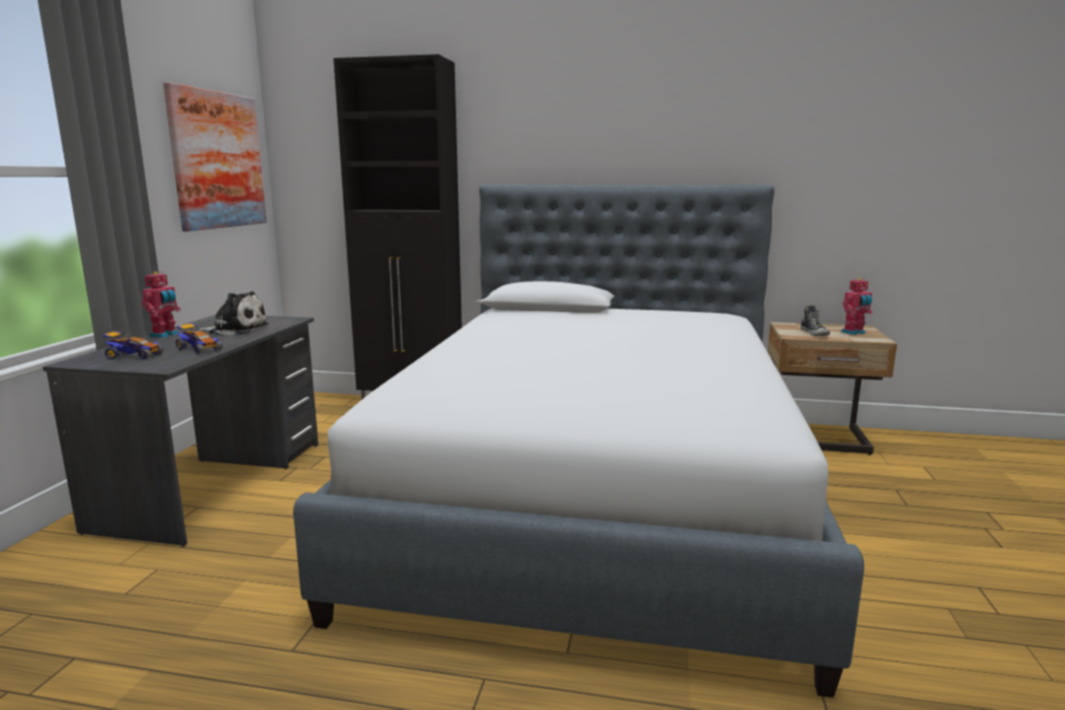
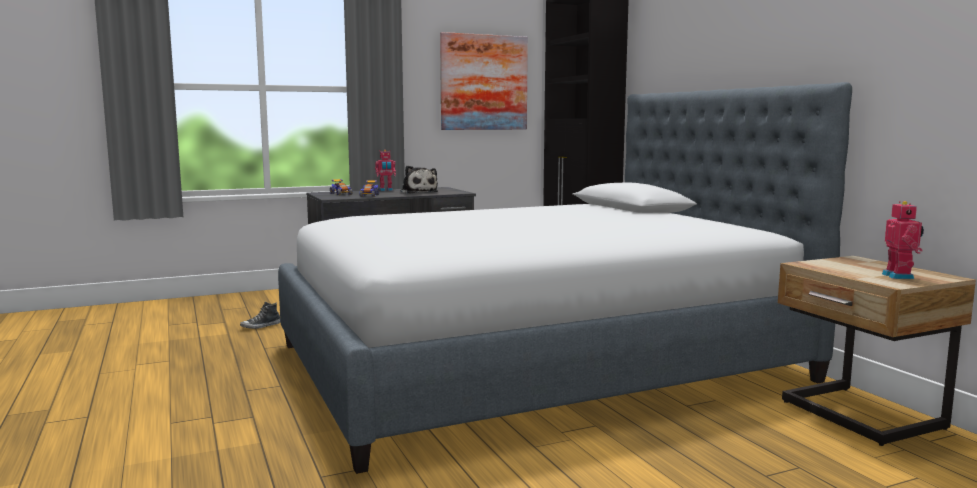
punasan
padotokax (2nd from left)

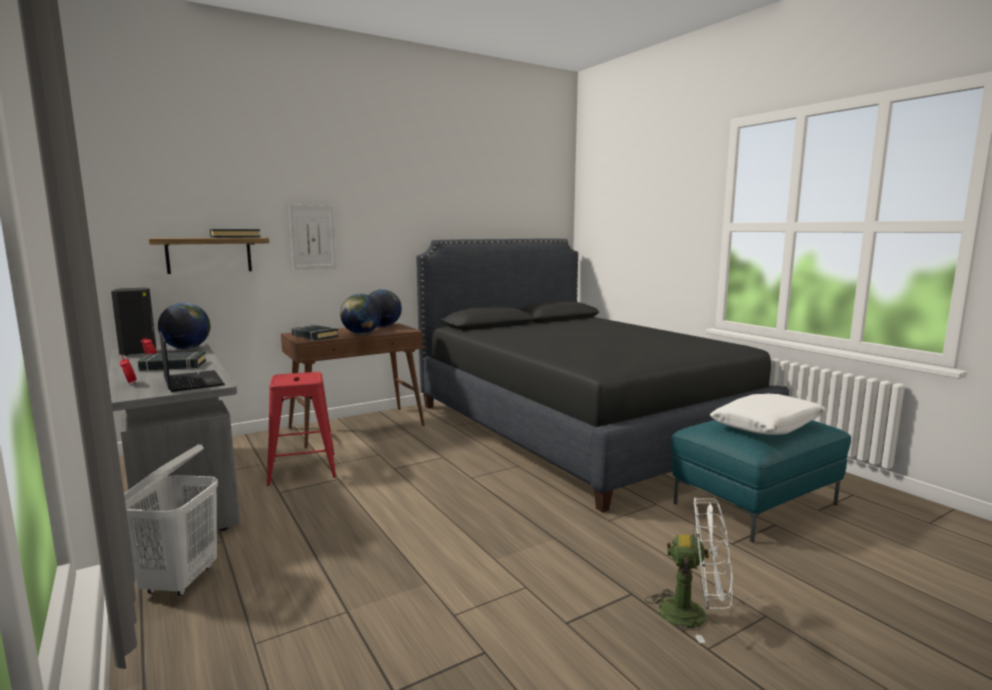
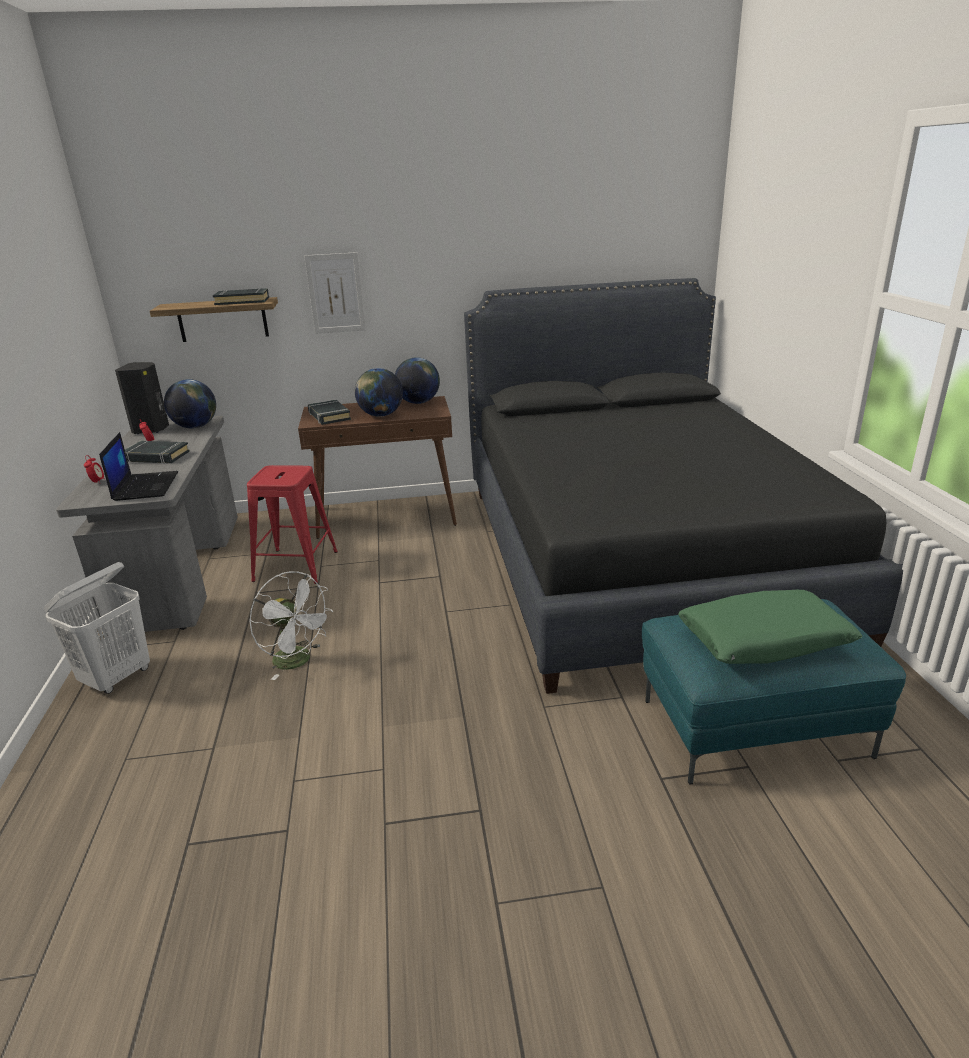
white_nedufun
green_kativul

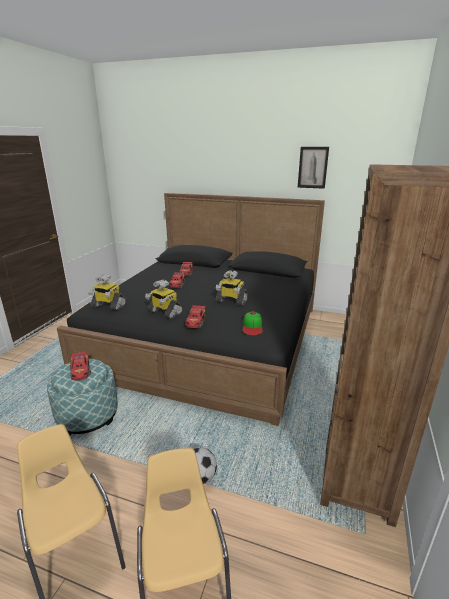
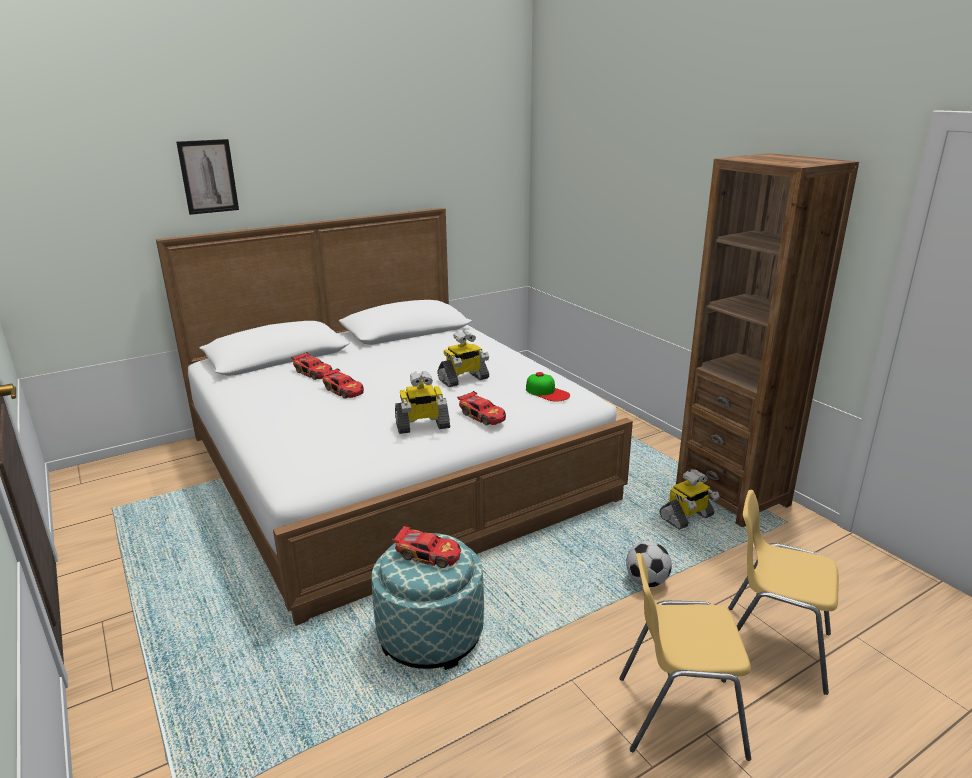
padotokax (3rd from left)
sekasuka
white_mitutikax

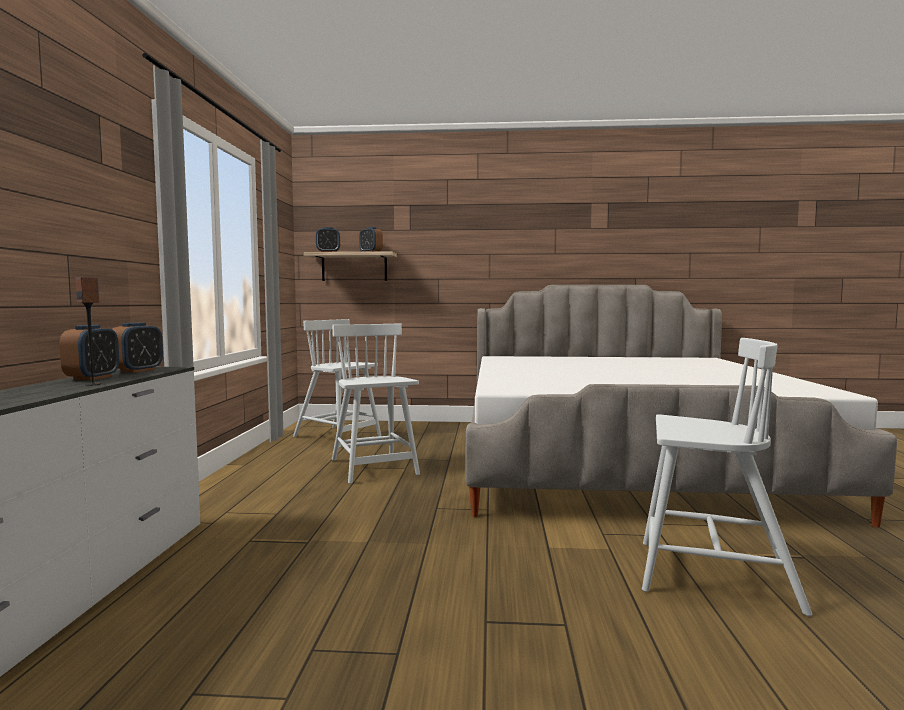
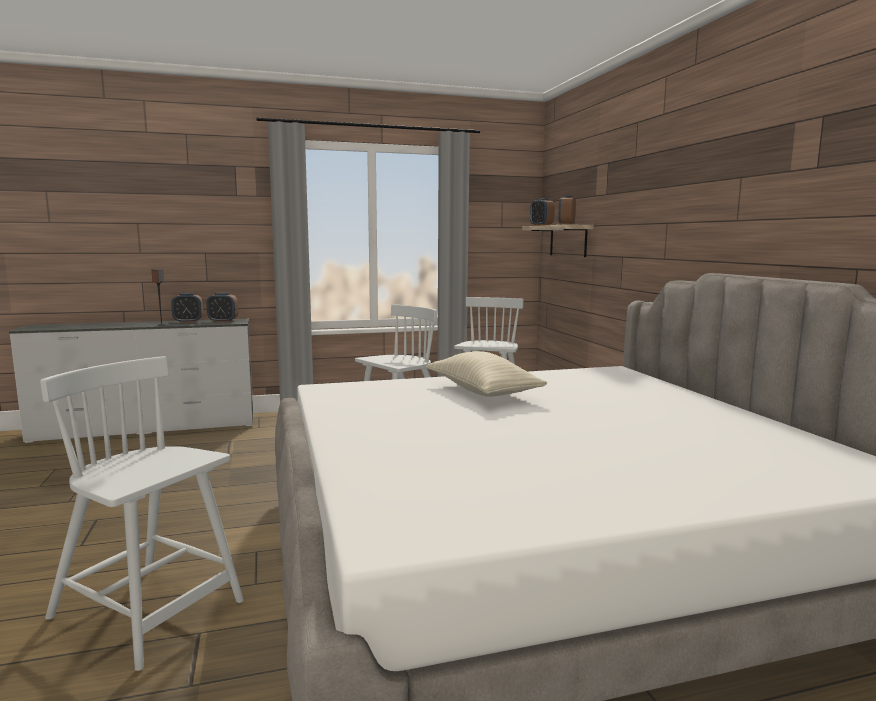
beige_kativul
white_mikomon (1st from left)

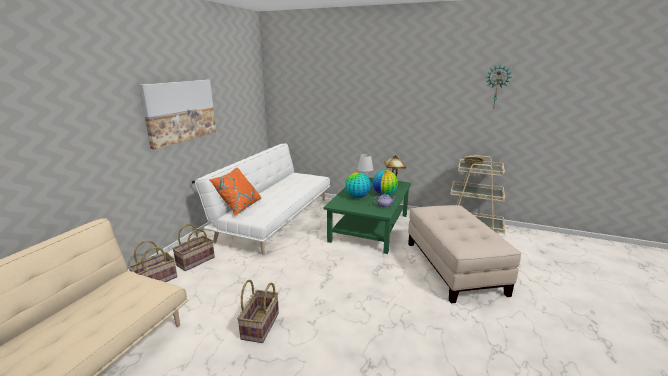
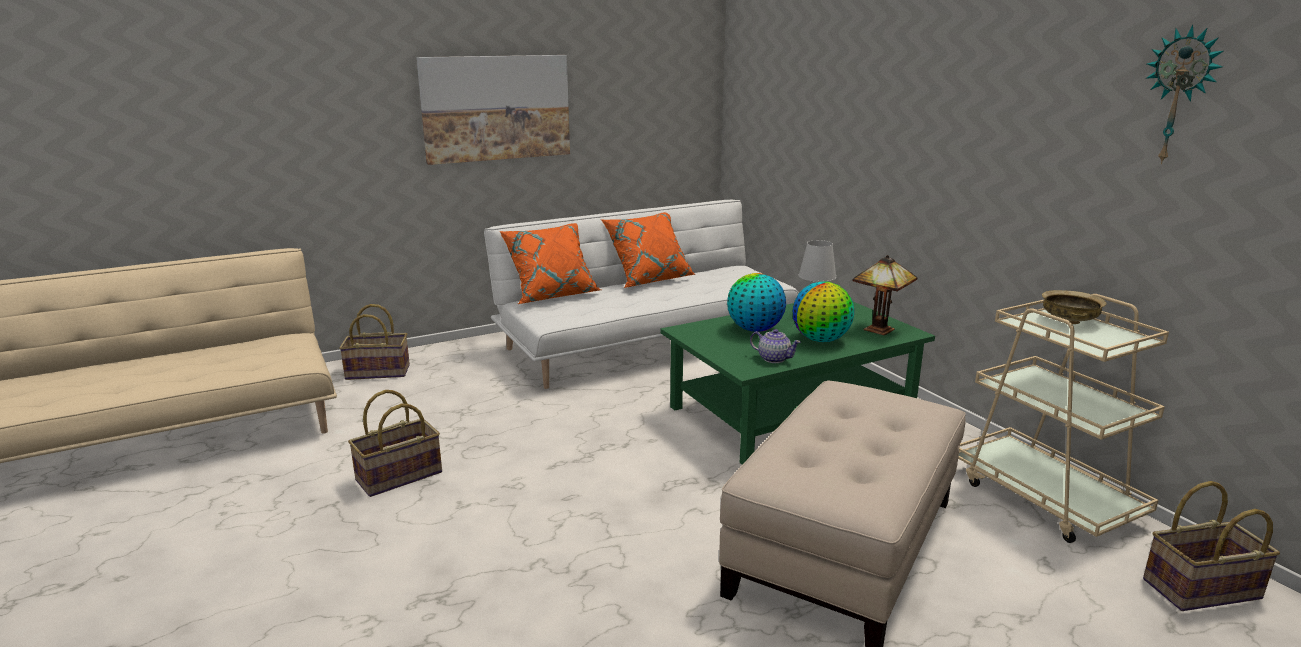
orange_kativul (2nd from left)
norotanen (3rd from left)

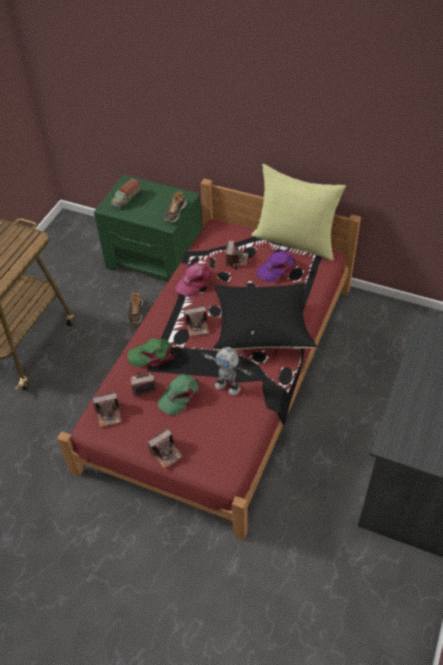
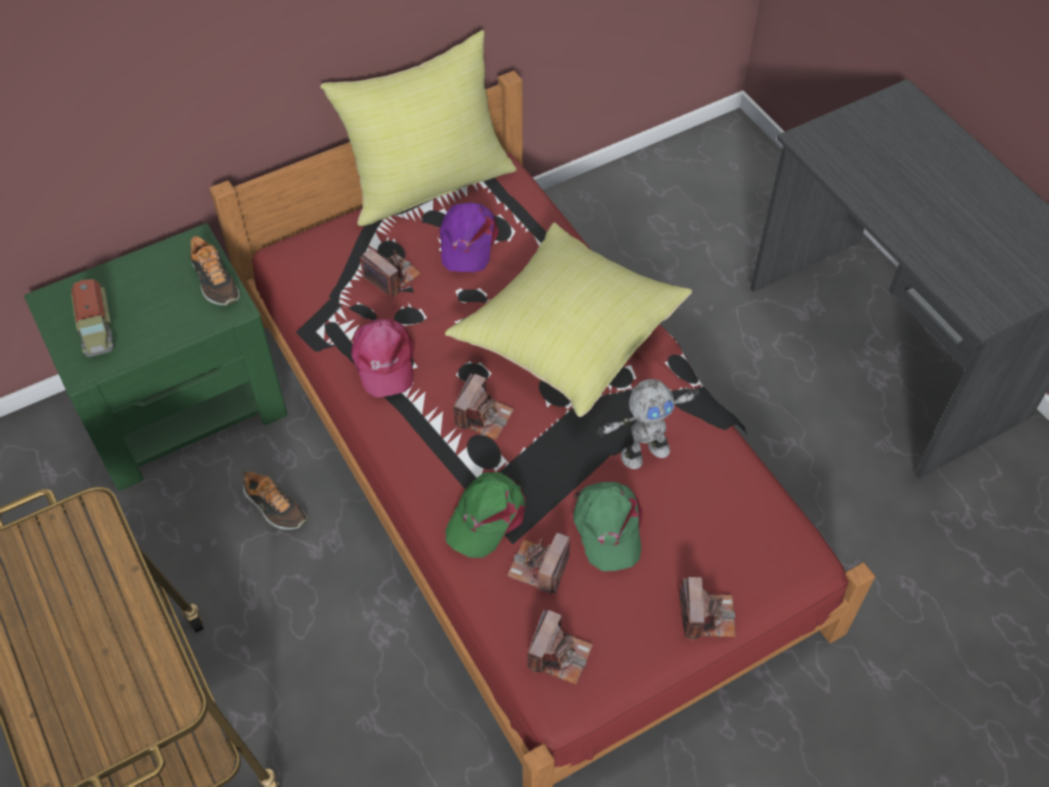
yellow_kativul (2nd from left)

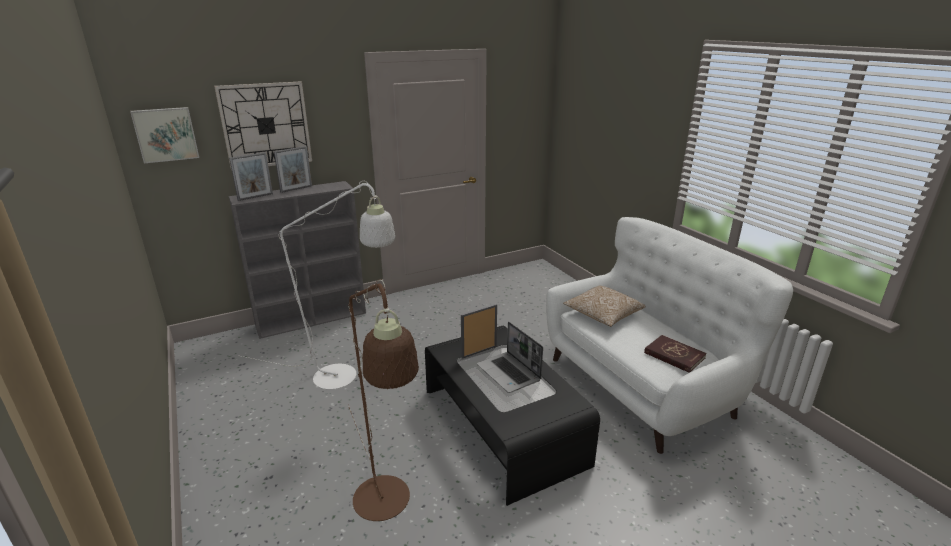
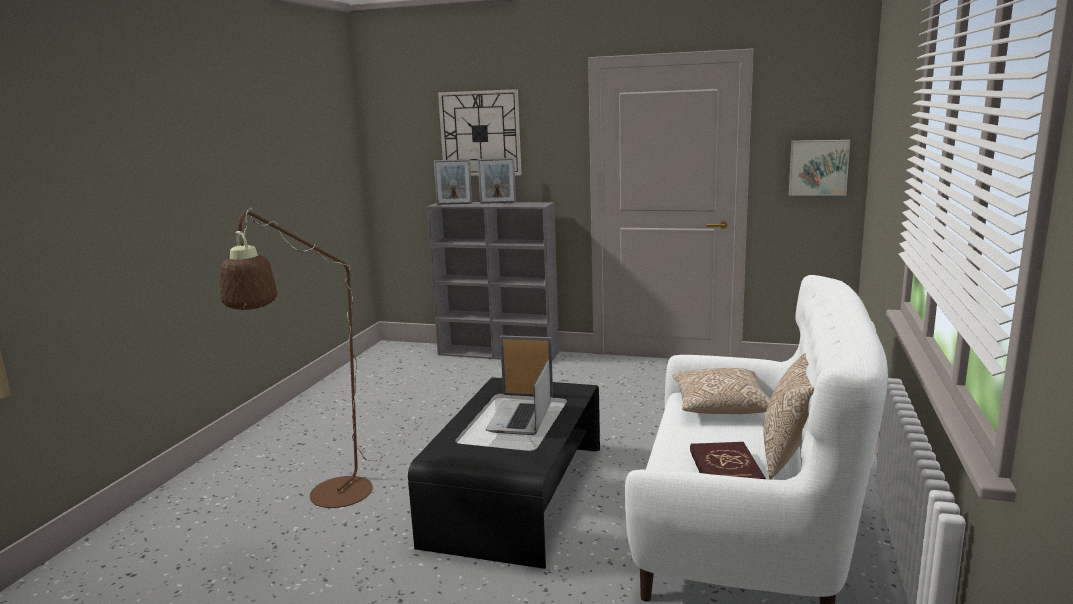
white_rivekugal
kativul (2nd from left)
sekasuka

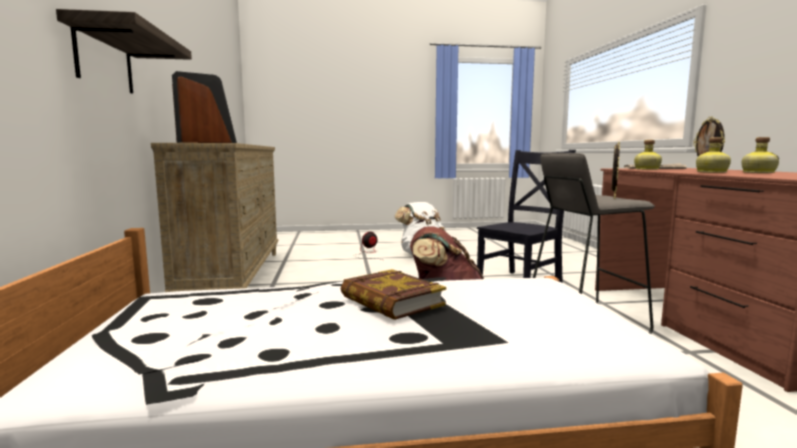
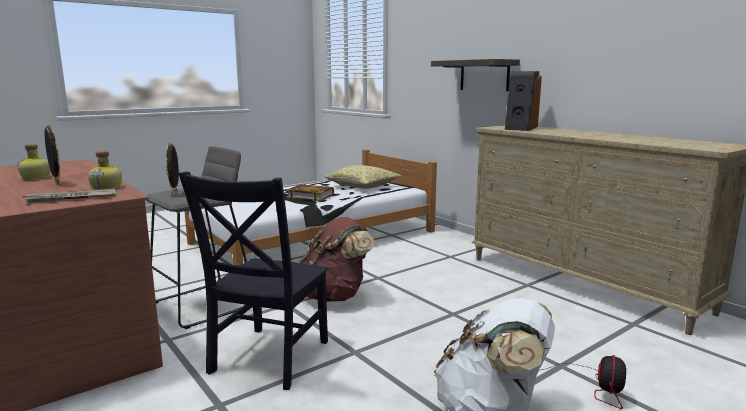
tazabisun (2nd from left in the first image)
kativul

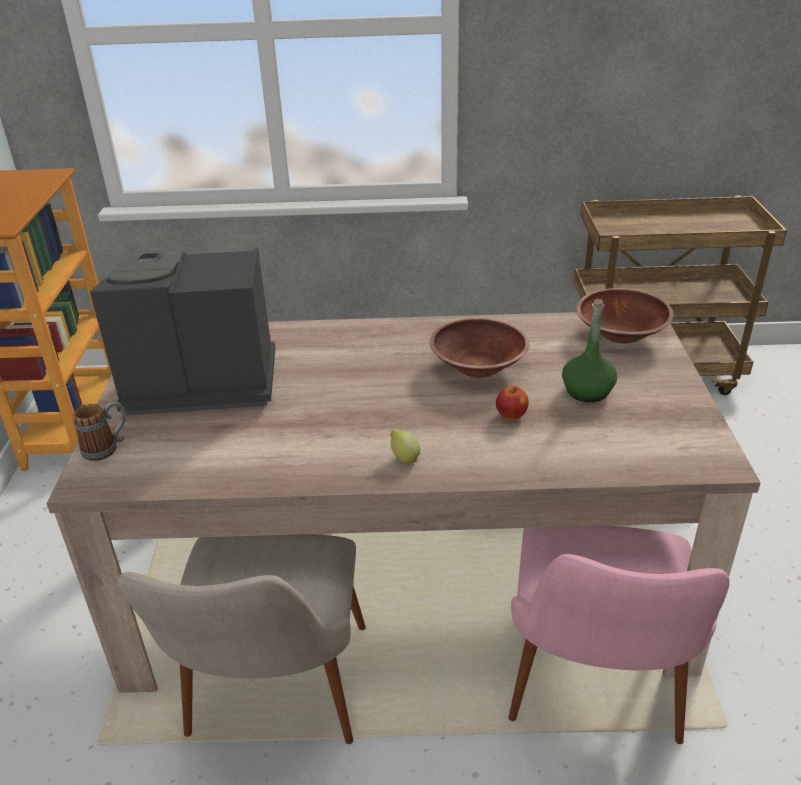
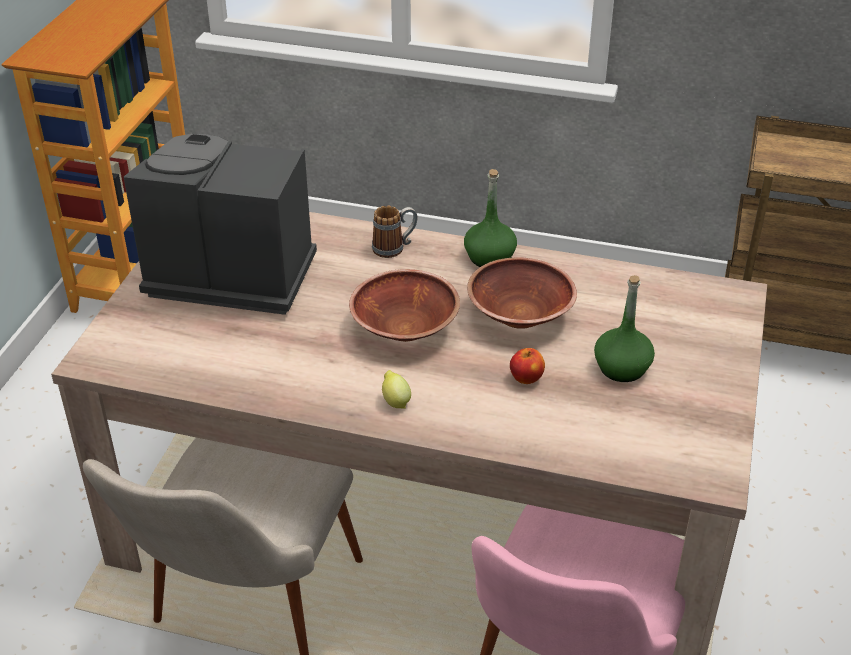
green_tazabisun (1st from left)
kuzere
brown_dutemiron (1st from left)

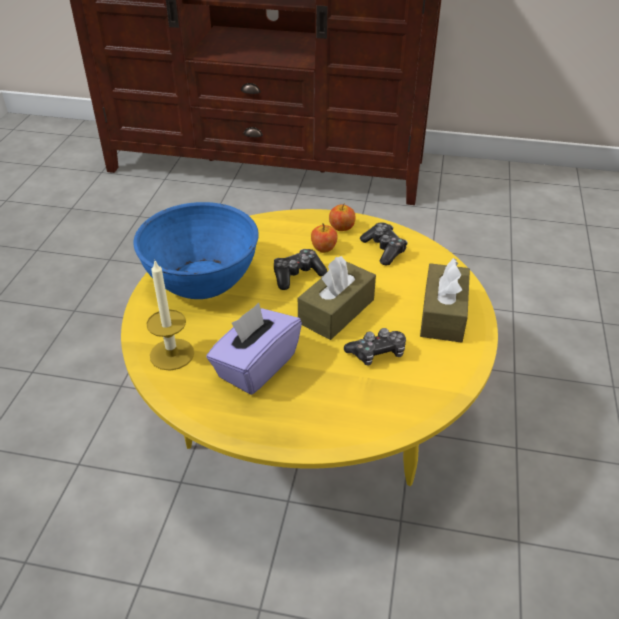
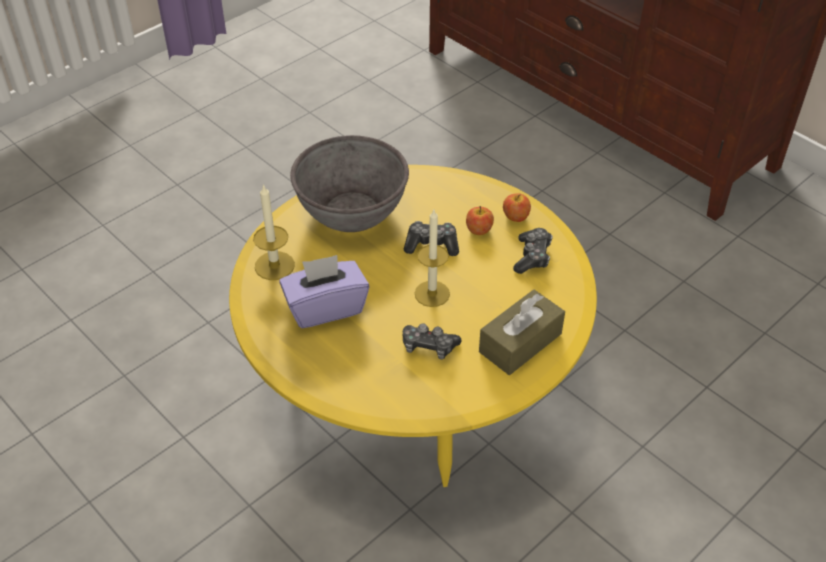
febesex (2nd from left)
grey_dutemiron

